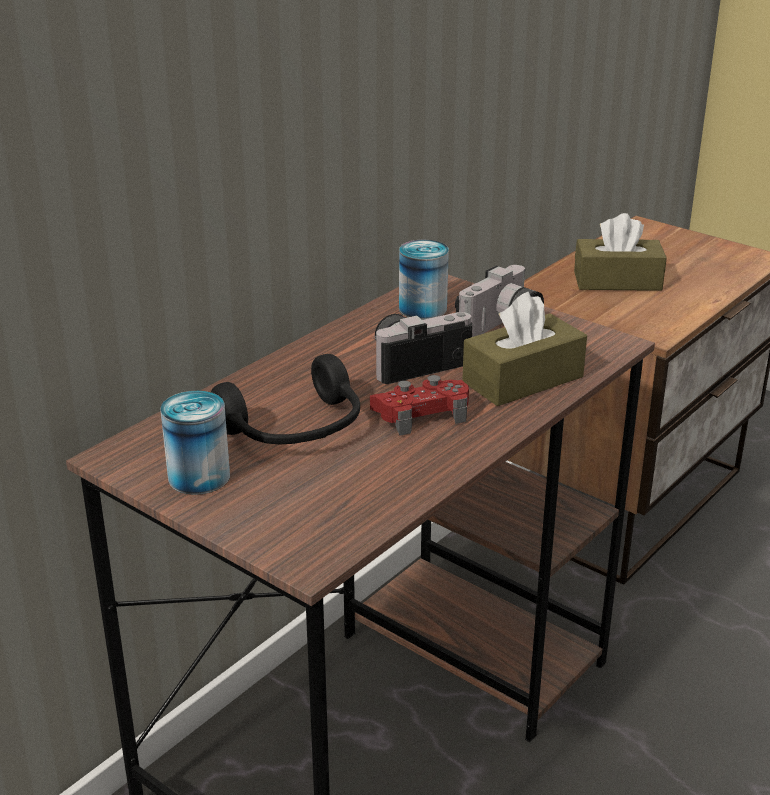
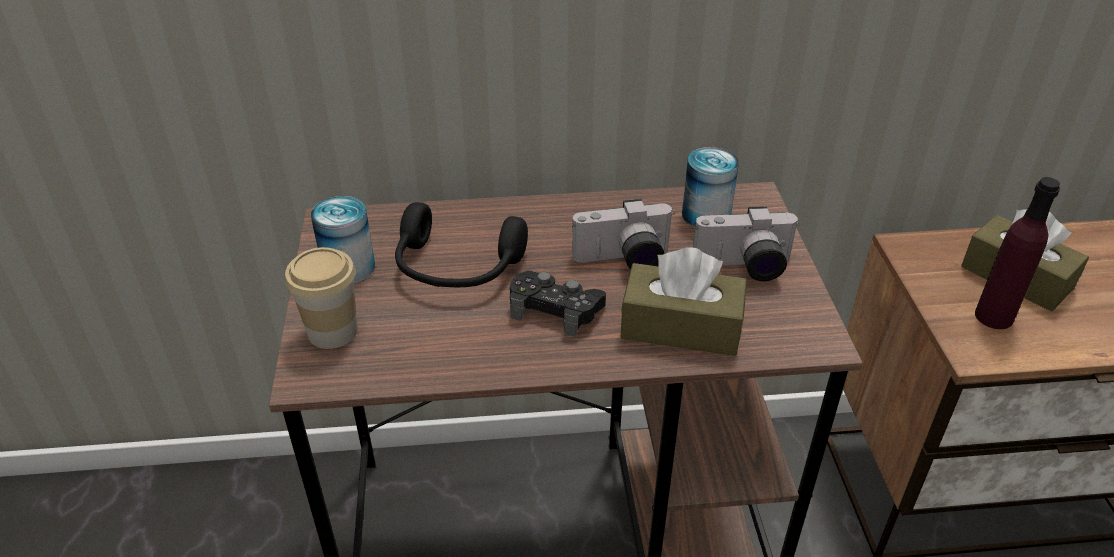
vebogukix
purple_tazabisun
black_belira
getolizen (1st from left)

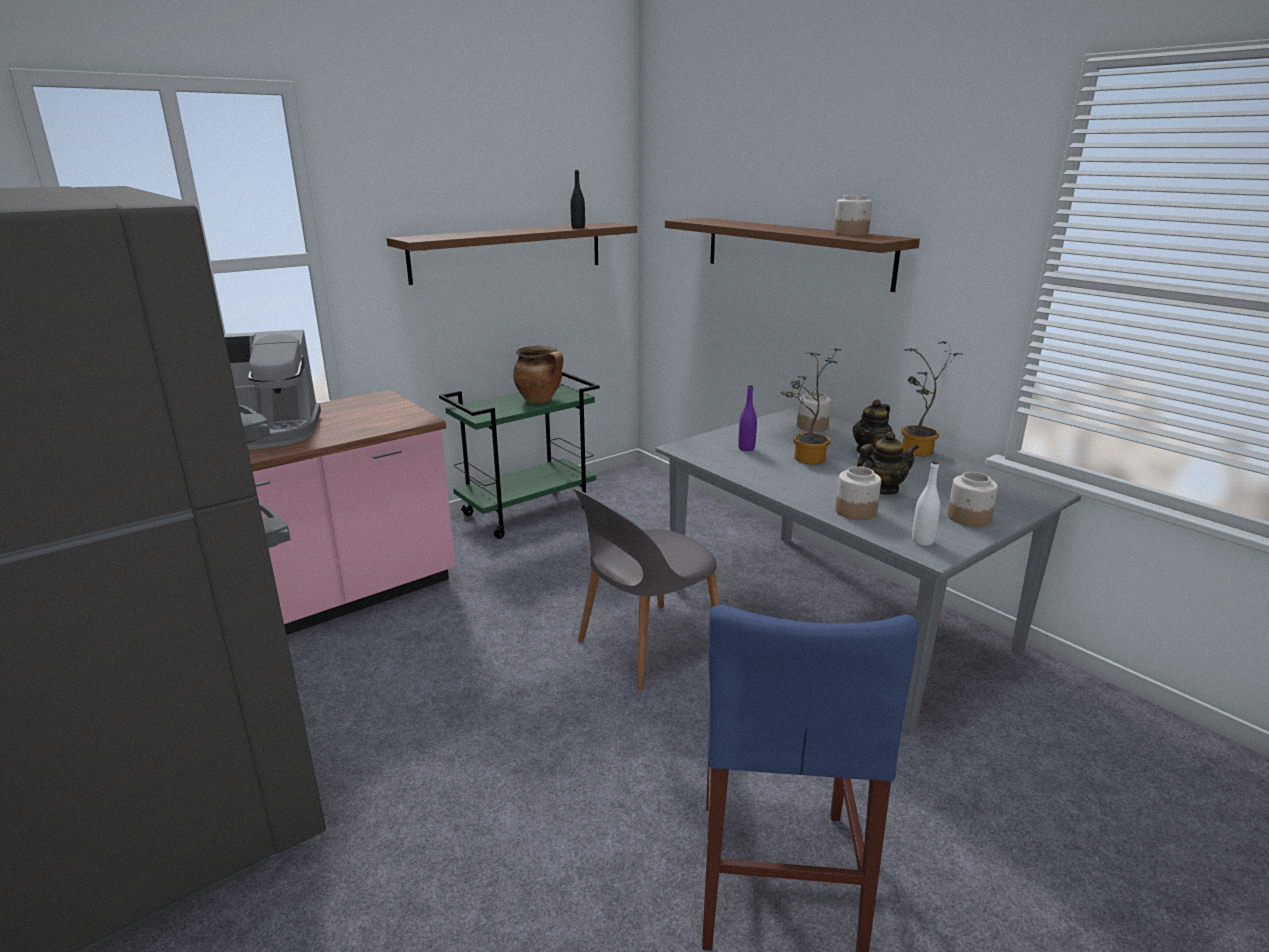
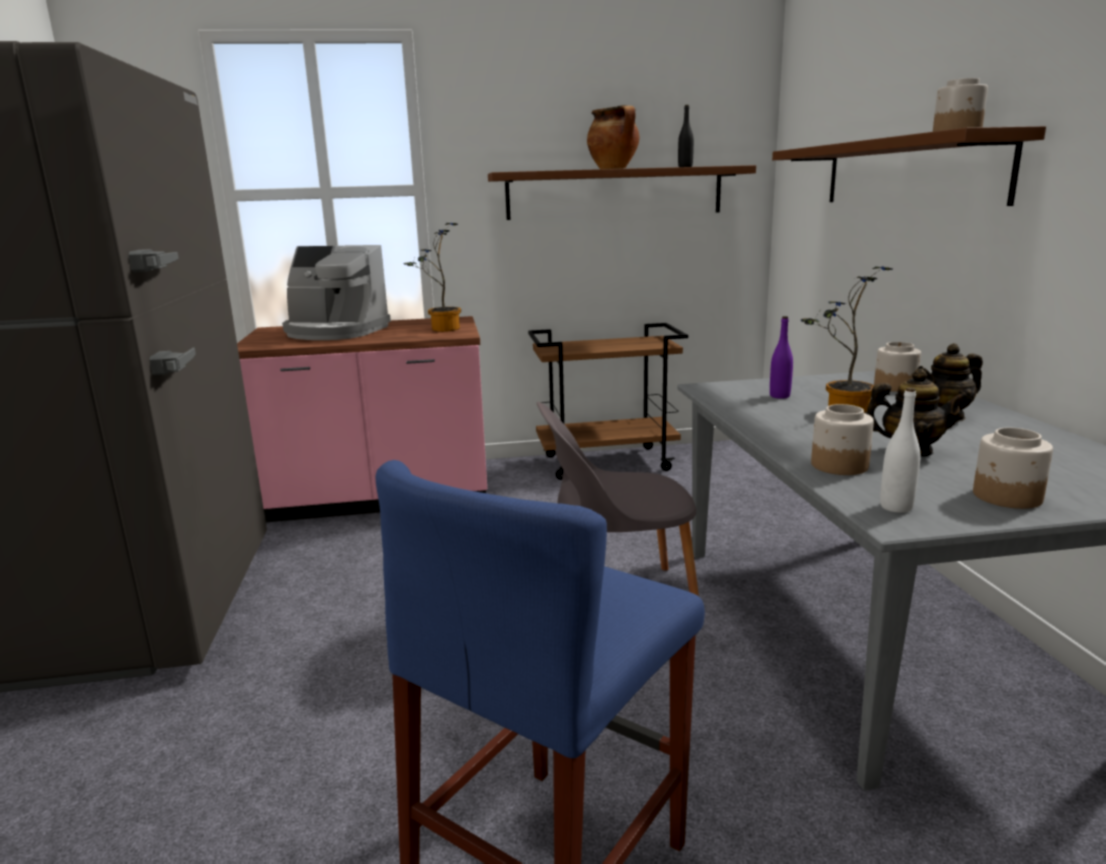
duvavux
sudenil (1st from left)
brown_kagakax

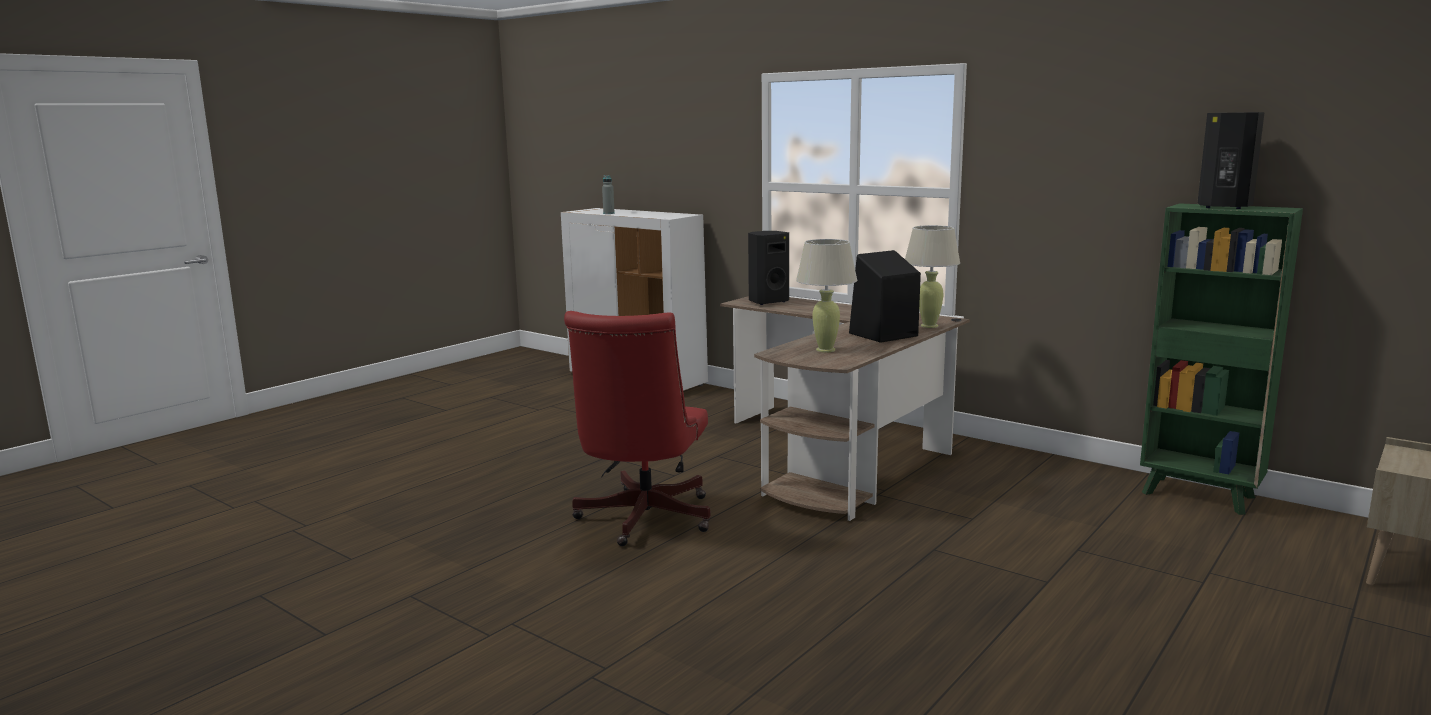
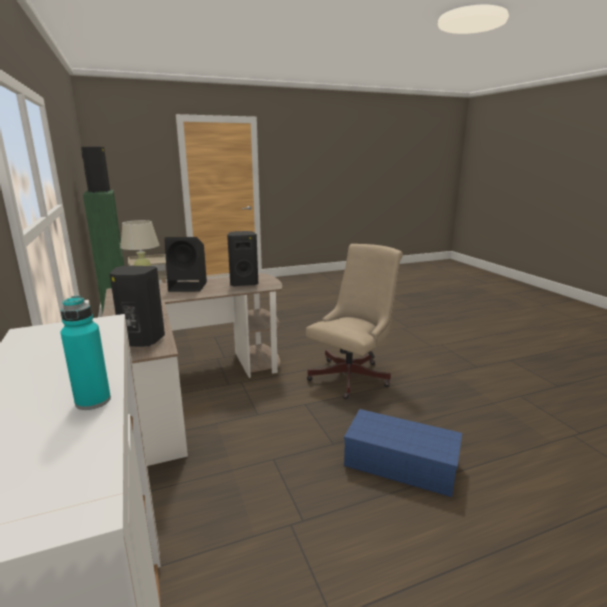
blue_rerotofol
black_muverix (4th from left)
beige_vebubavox
turquoise_tazabisun

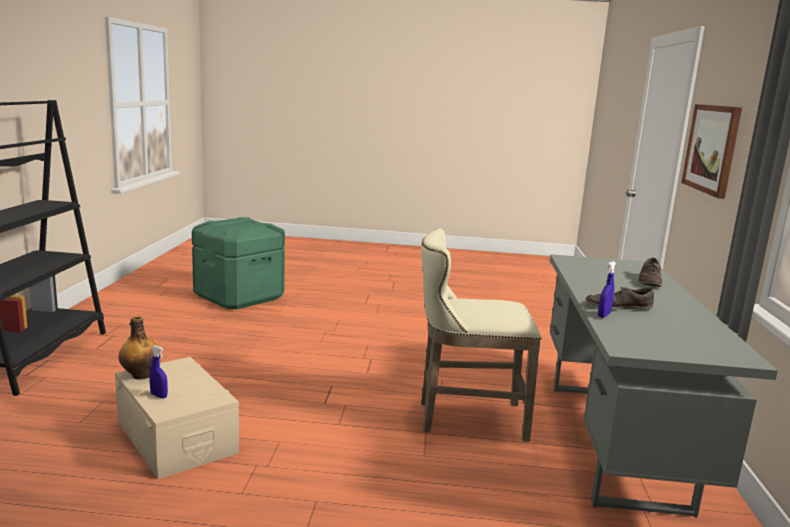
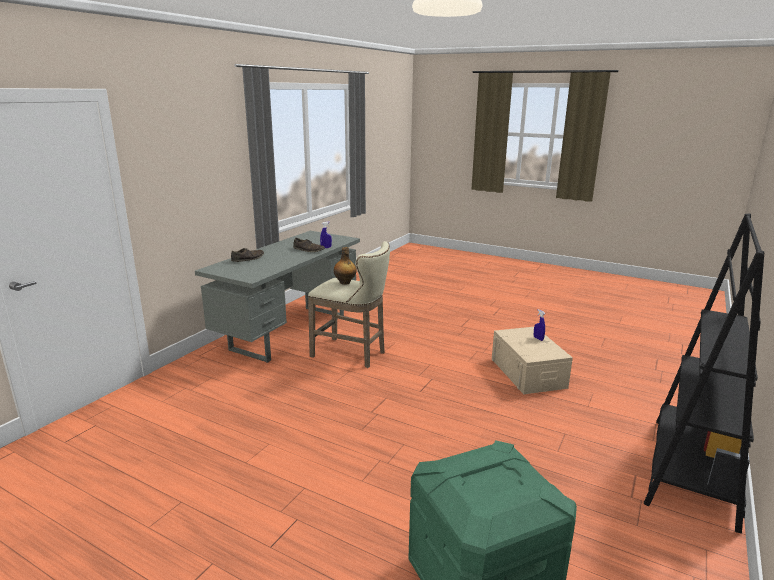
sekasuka
tazabisun

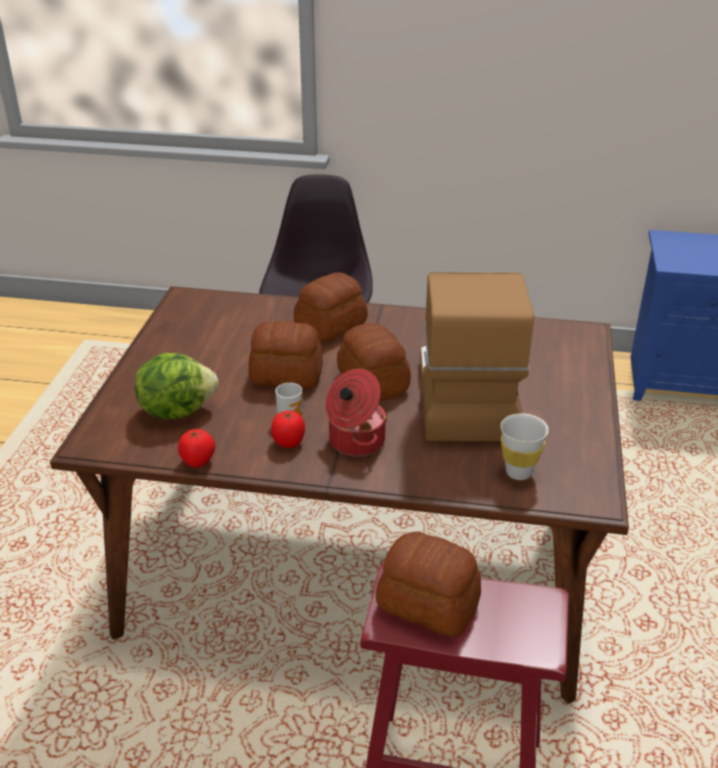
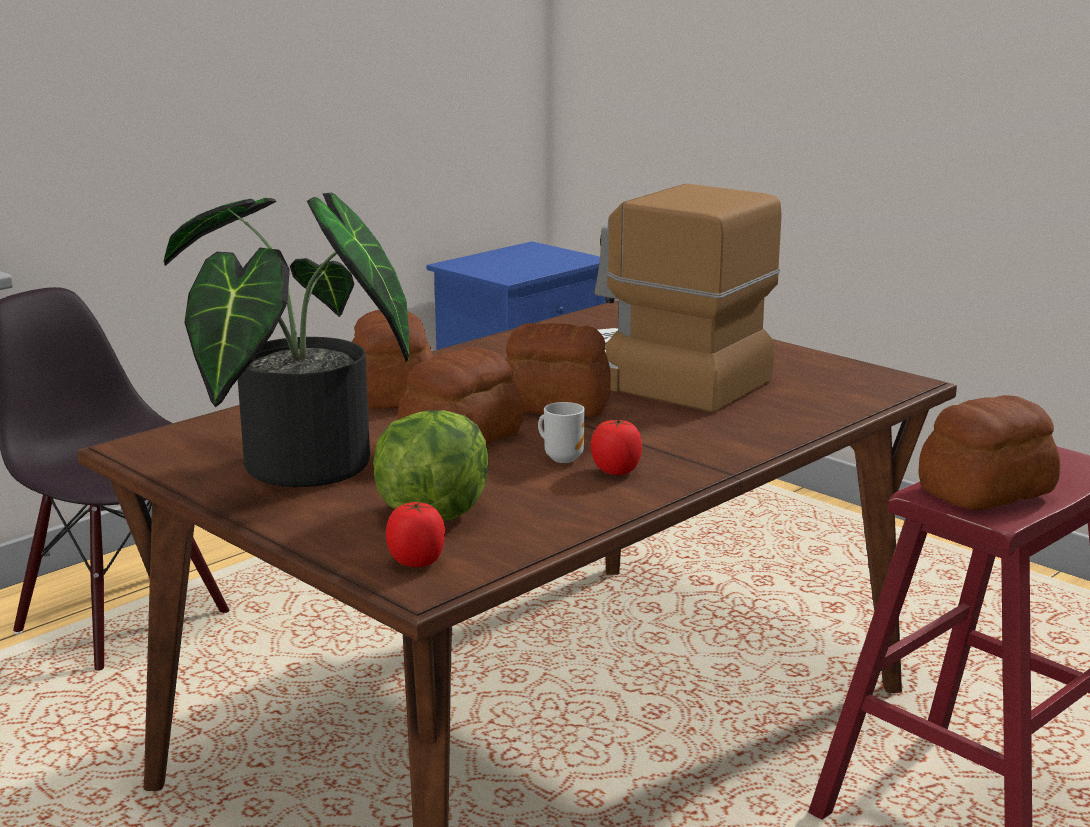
duvavux
white_vebogukix
sudenil
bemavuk (1st from left)

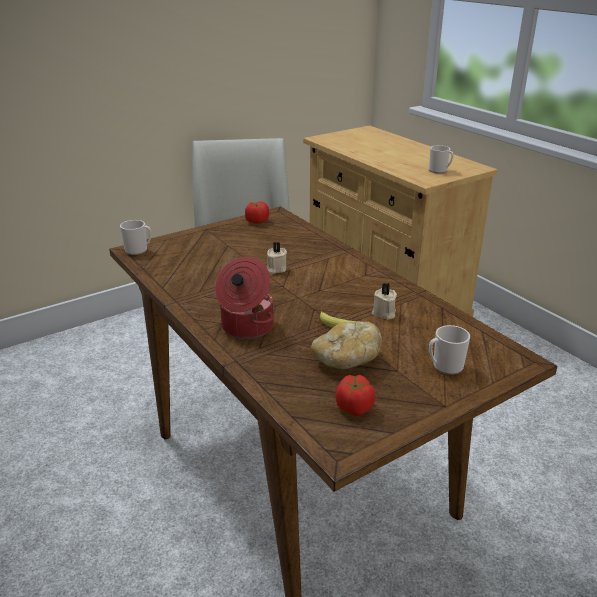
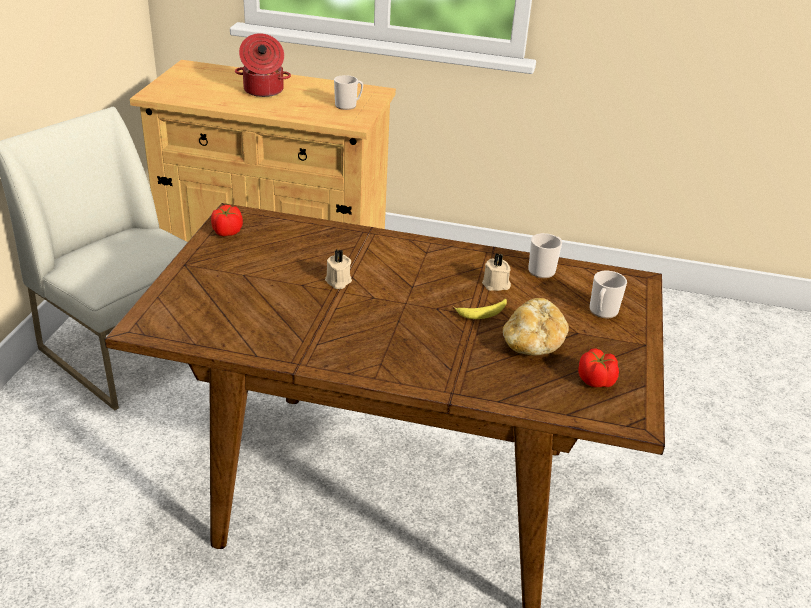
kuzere (2nd from left)
duvavux

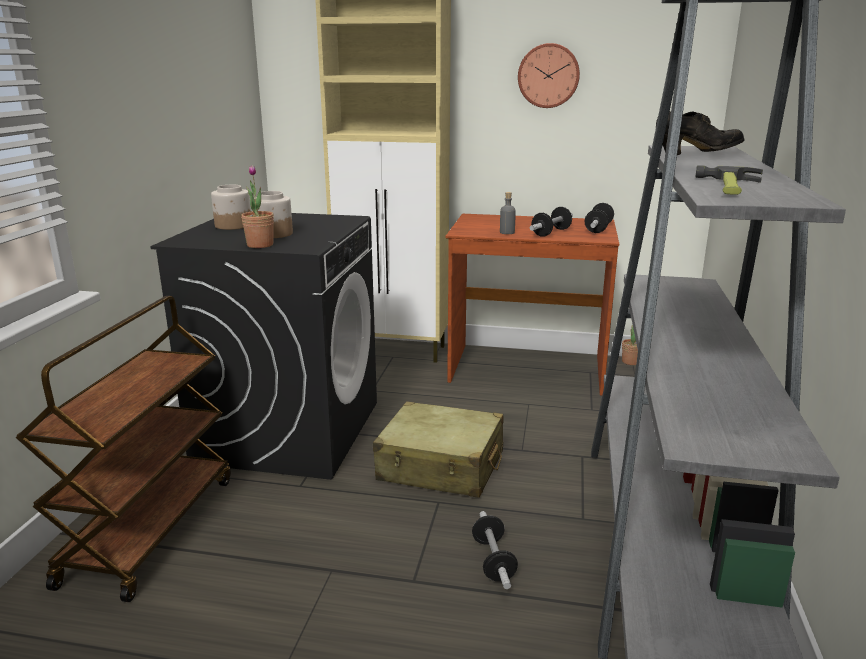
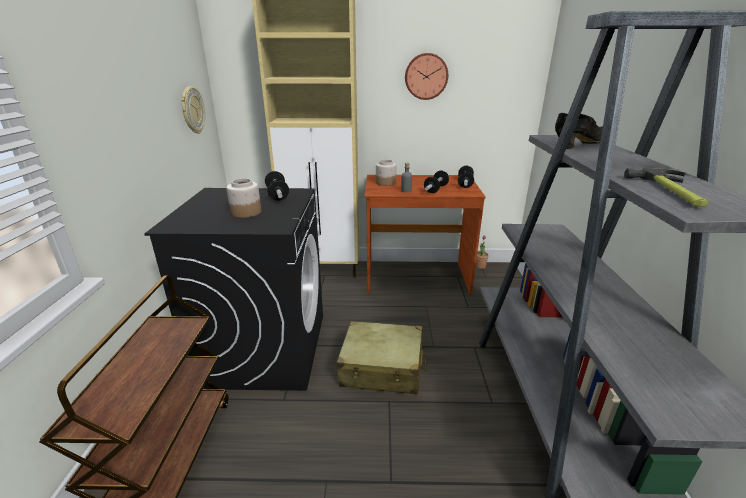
sudenil (1st from left in the first image)
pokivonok (1st from left)
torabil (2nd from left)
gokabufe (1st from left)

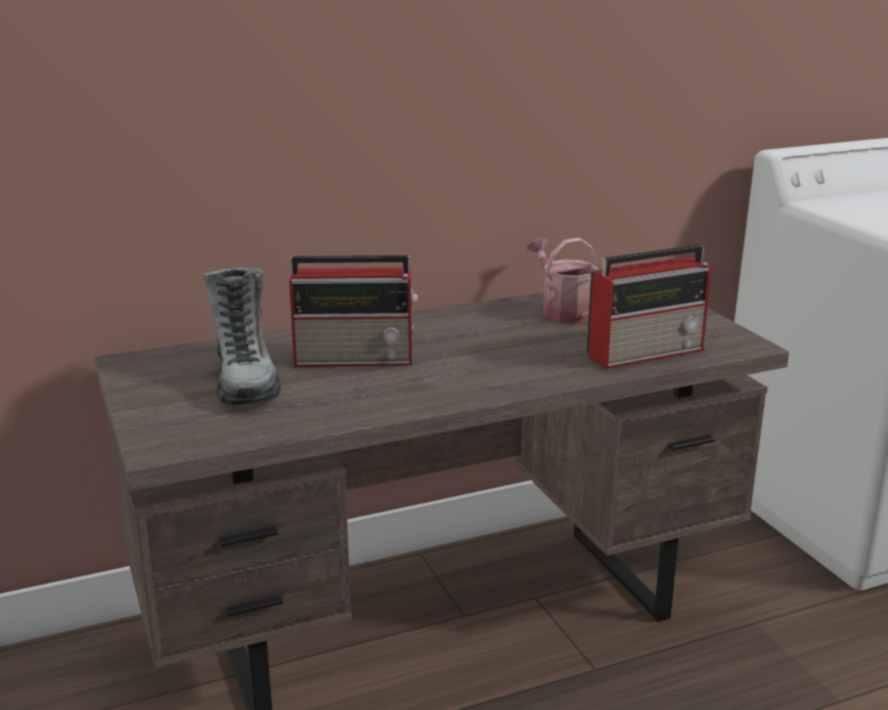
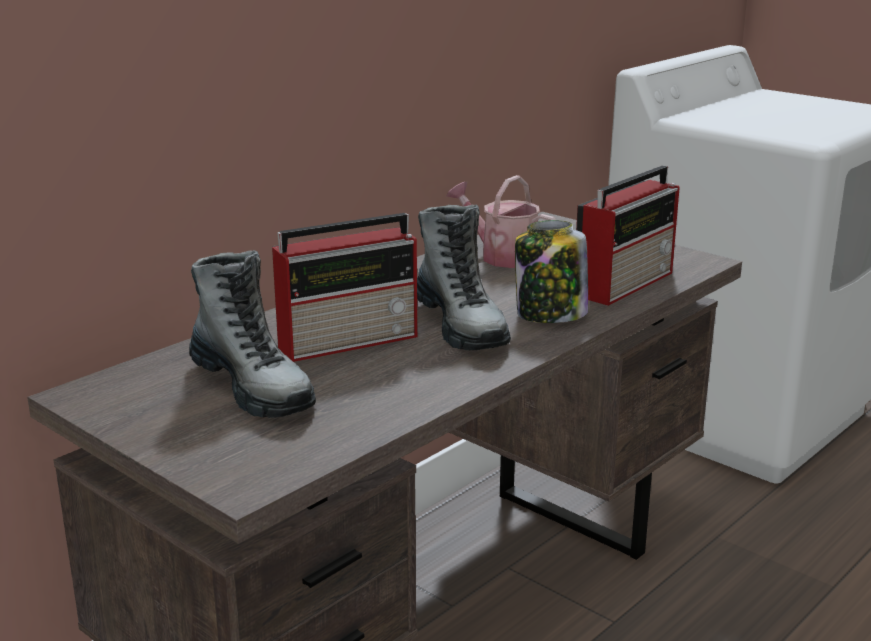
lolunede (2nd from left)
torabil

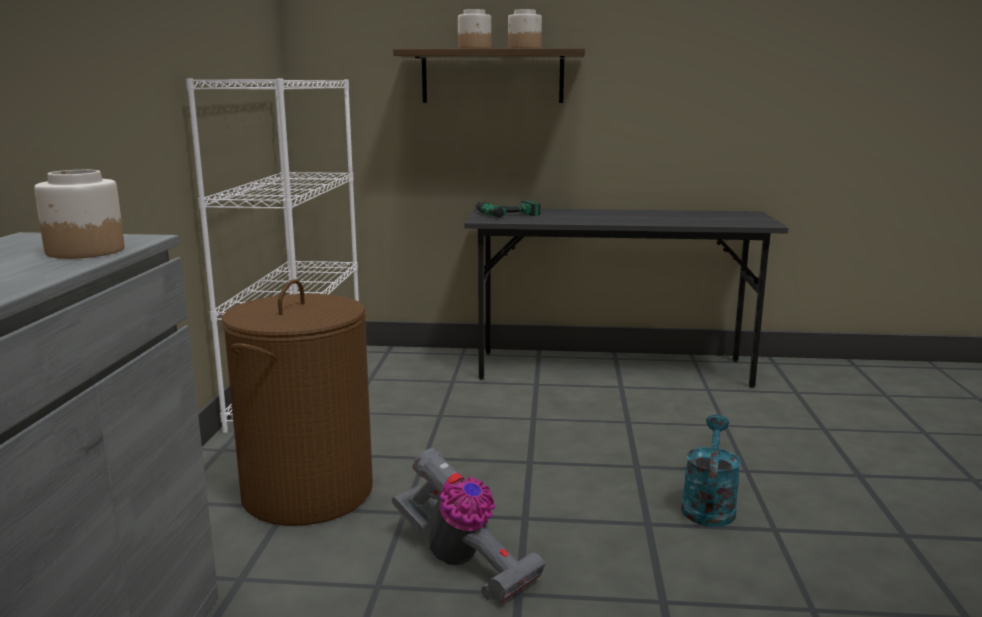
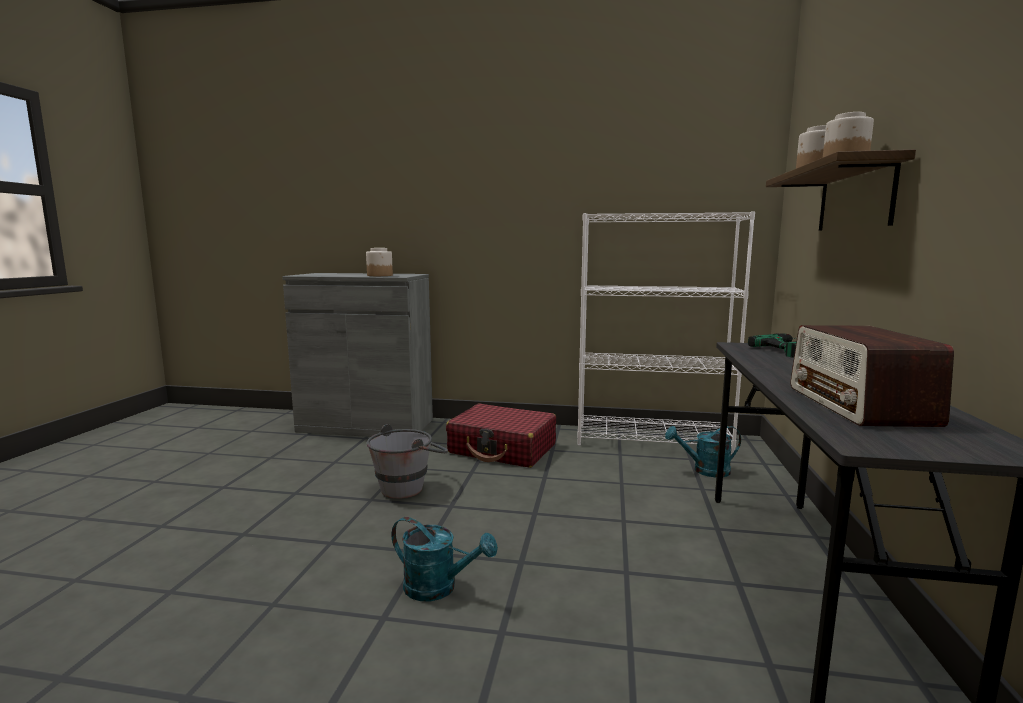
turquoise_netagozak (2nd from left)
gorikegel
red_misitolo
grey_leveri

